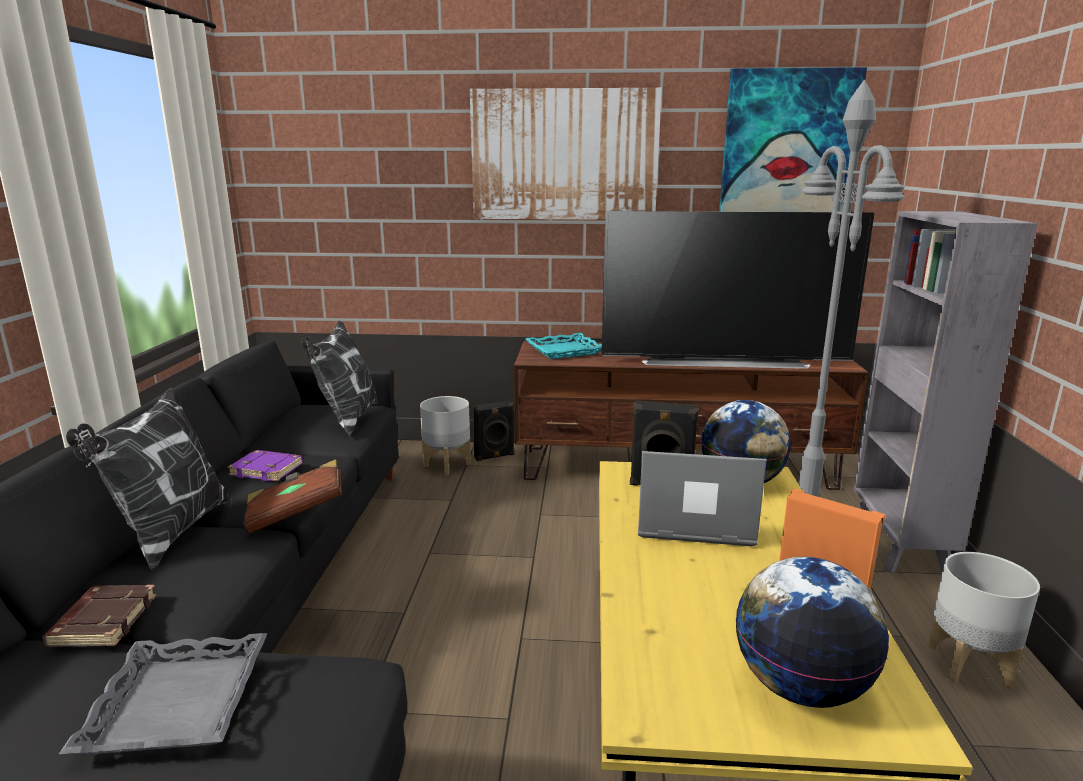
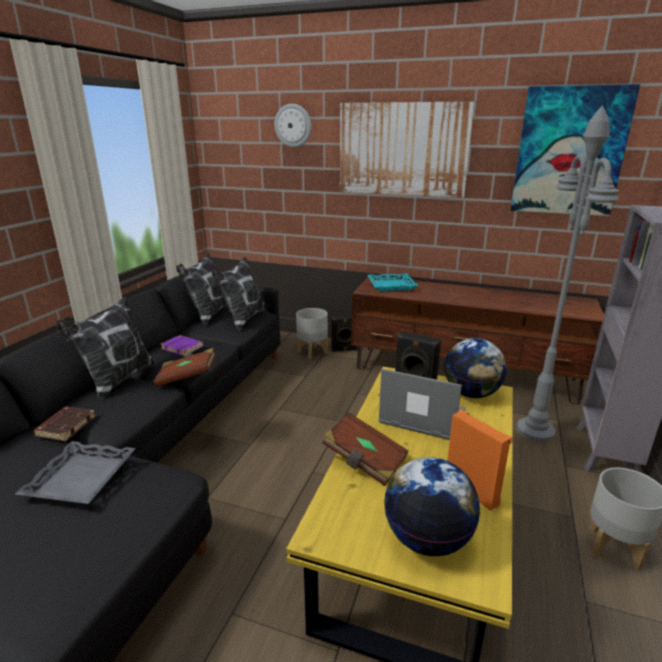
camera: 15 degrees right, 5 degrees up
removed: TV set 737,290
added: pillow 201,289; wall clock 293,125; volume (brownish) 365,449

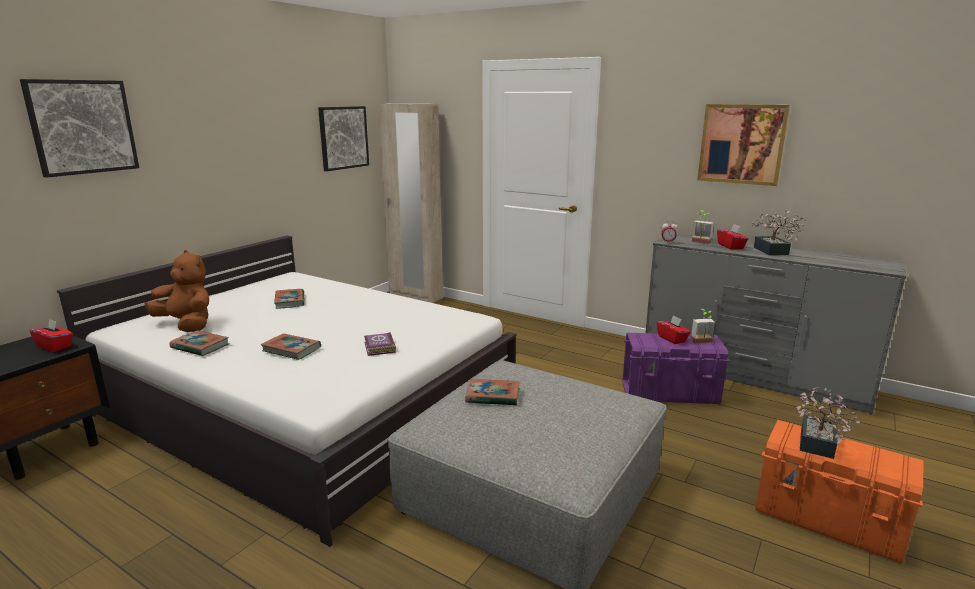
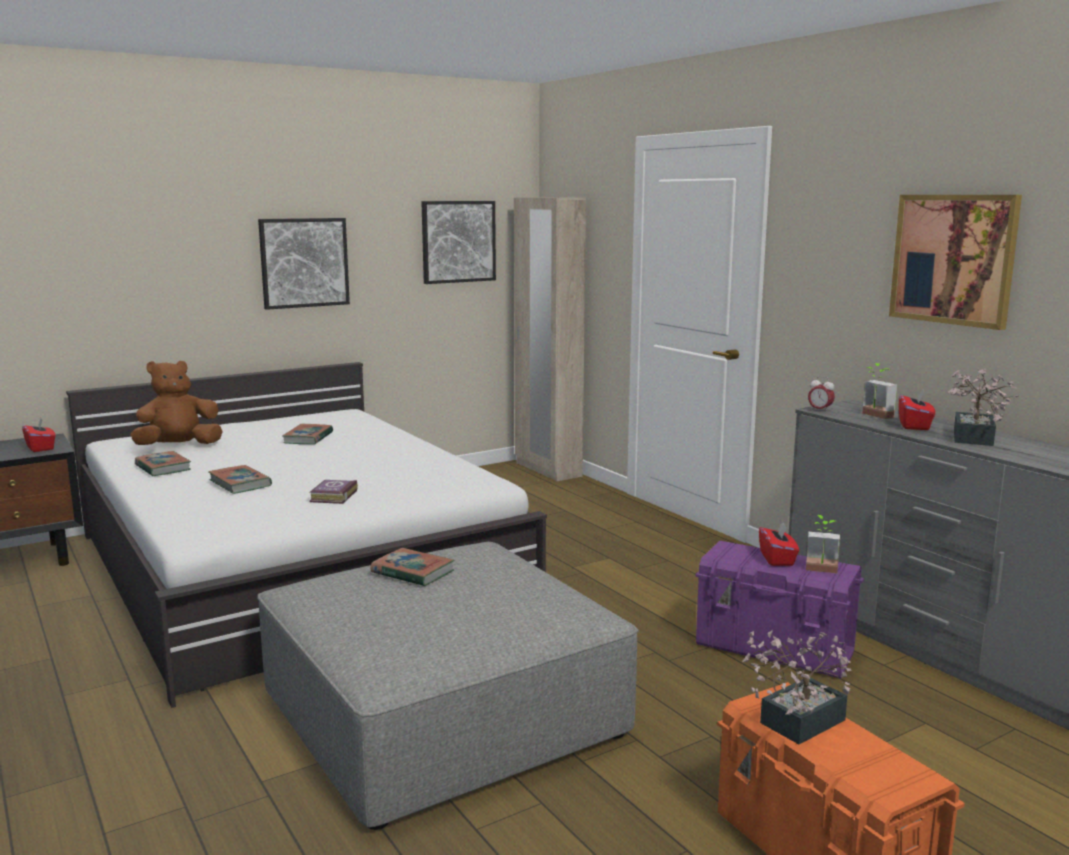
camera: 25 degrees right, 5 degrees down
moved: wall picture 79,128 to 304,264
turned: cuddly toy (brownish) 177,291 = 176,403 90 degrees counterclockwise

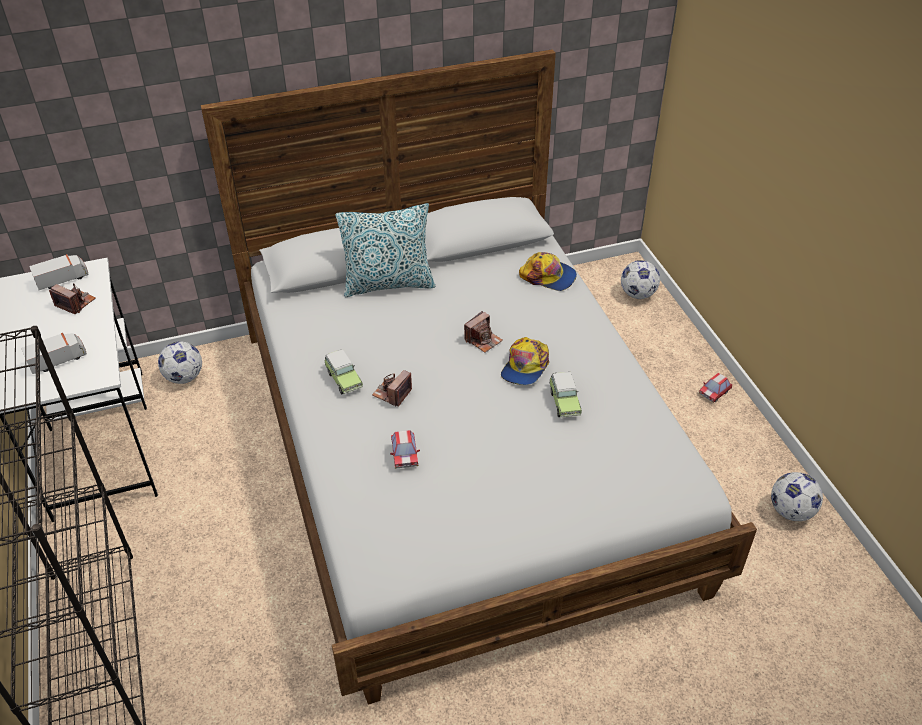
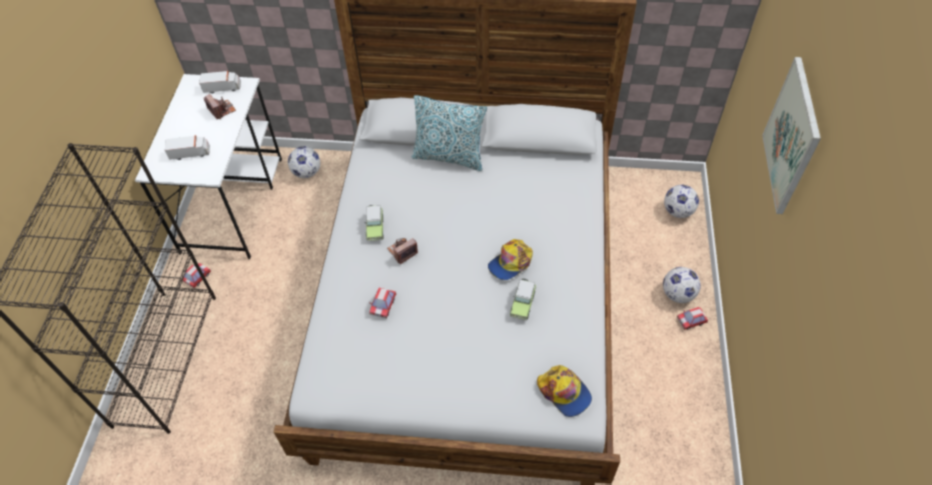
camera: 25 degrees right, 10 degrees up
removed: still camera 483,332
added: toy car 197,275; wall picture 791,135
moved: baseball cap 548,271 to 564,391; football ball 797,496 to 682,285

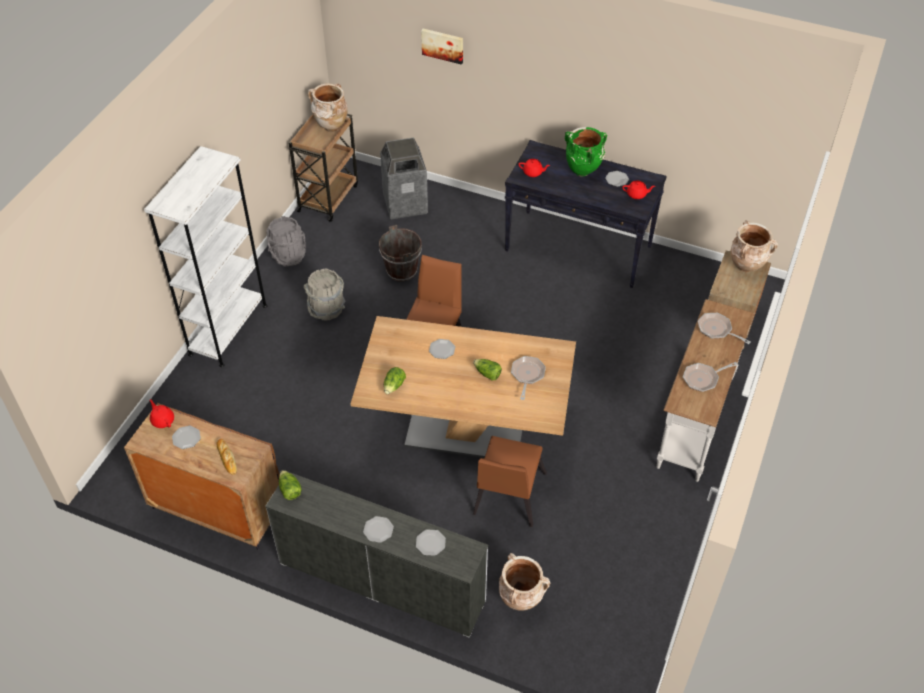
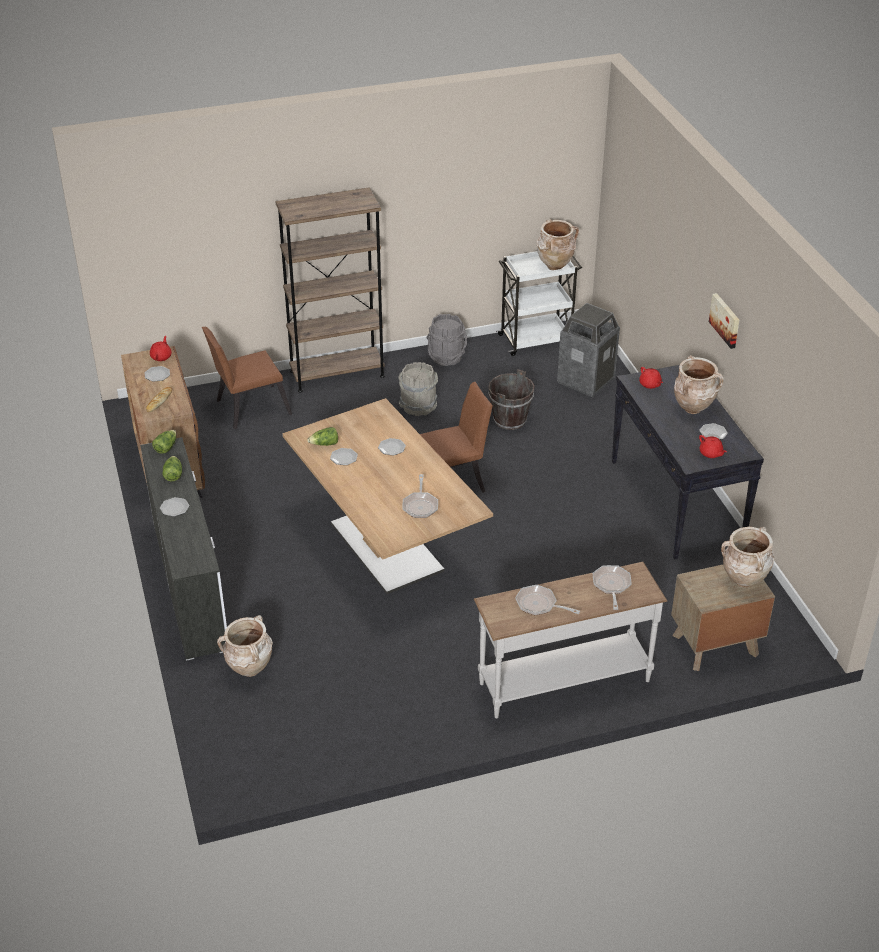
camera: 50 degrees right, 10 degrees down
moved: flat dish 431,542 to 344,456; wall picture 442,47 to 724,321; lettuce 487,369 to 172,468; chair (brownish) 510,481 to 247,378
recoloured: bookshelf (white-coloured) 205,256 to bookshelf (brownish) 330,290; trolley (brownish) 323,168 to trolley (white-coloured) 539,303; flower vase (green-coloured) 586,151 to flower vase (beige) 699,384
turned: skillet 528,378 = 420,496 120 degrees clockwise

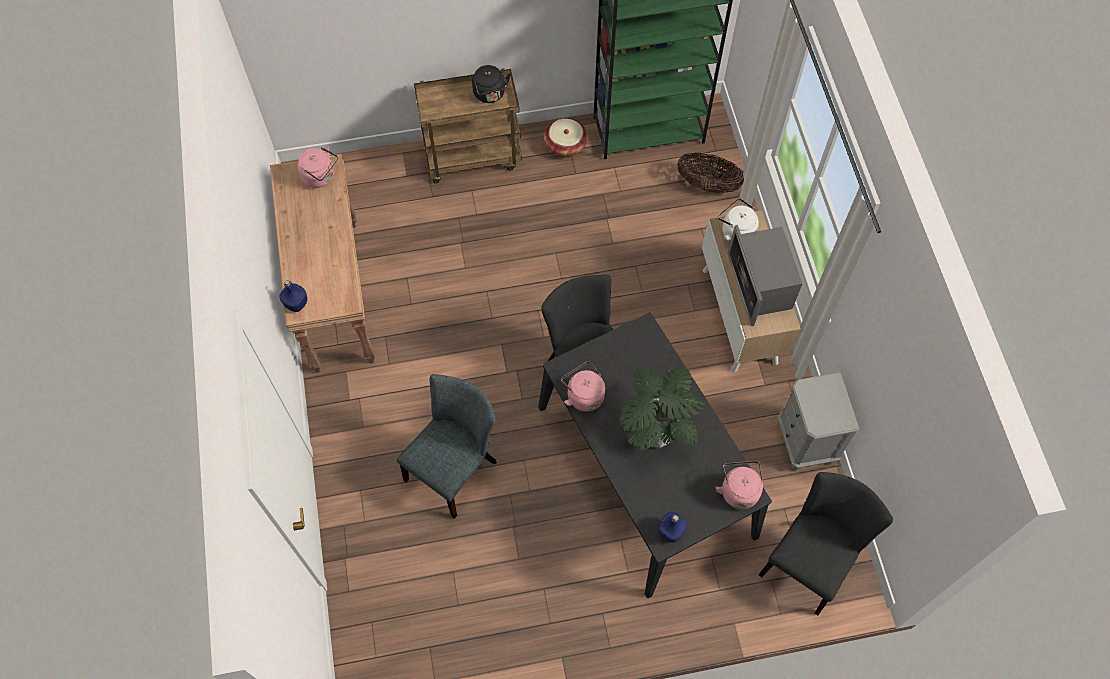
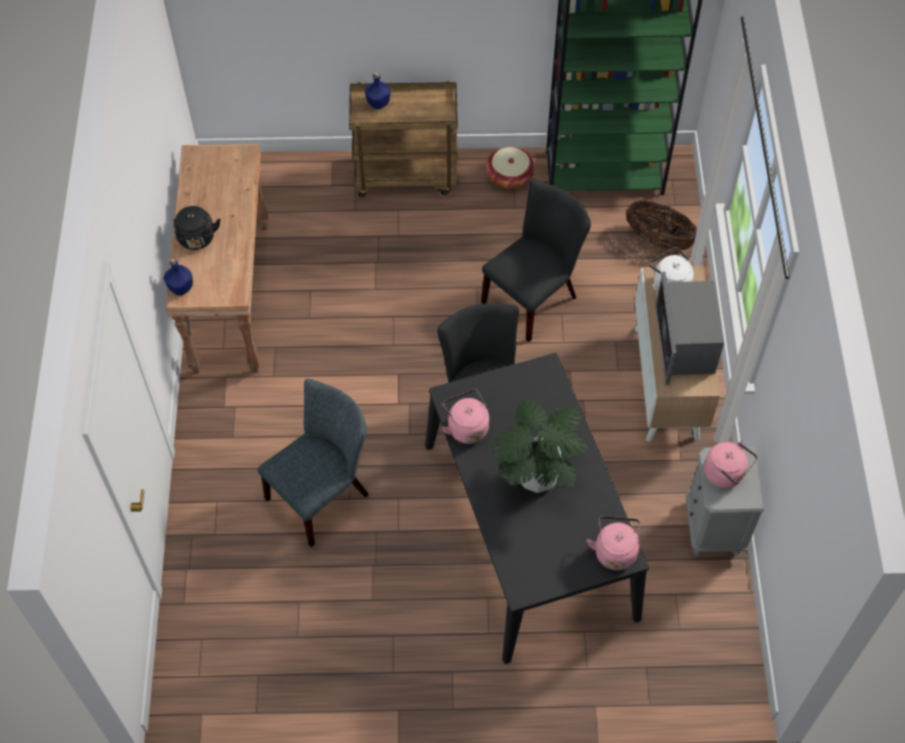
camera: 10 degrees right, 5 degrees down
moved: tea kettle (pink-coloured) 318,167 to 730,464; tea kettle (black-coloured) 491,84 to 197,228; drink bottle (blue-coloured) 672,527 to 377,90; chair (black-coloured) 826,543 to 536,260

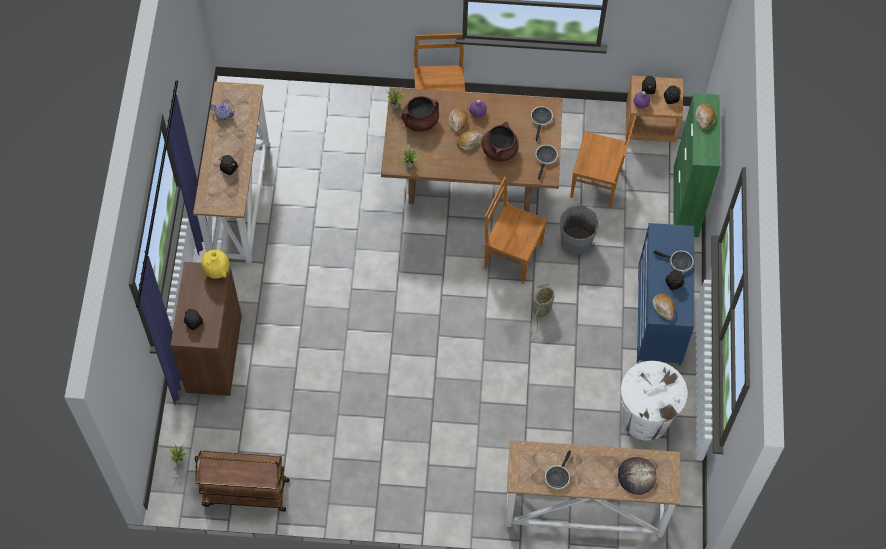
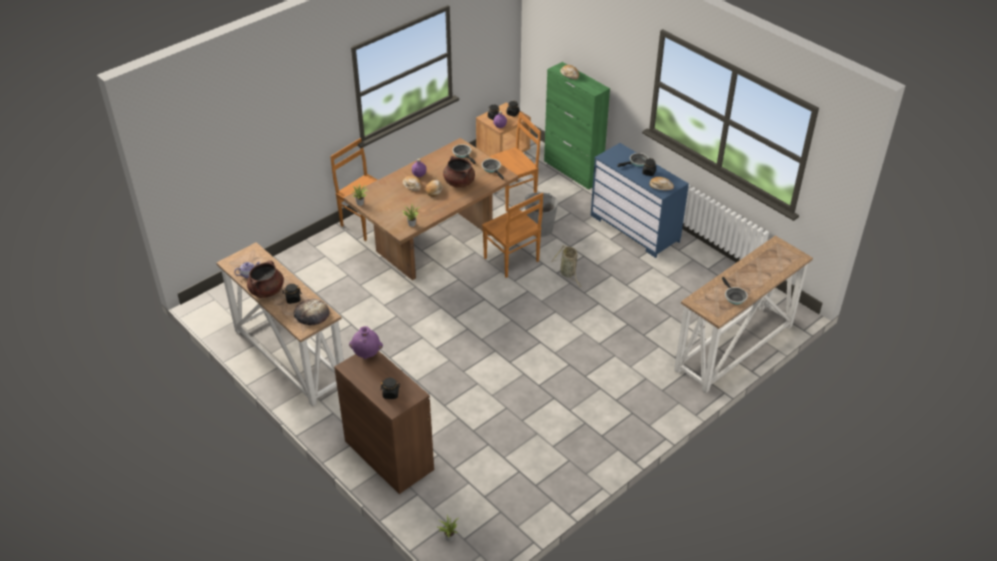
camera: 45 degrees left, 20 degrees down
removed: trolley (brownish) 242,481; waste bin (white-coloured) 654,401
moved: cooking pot (brownish) 420,114 to 265,279; bakery bread 637,476 to 311,312
recoloured: flower vase (yellowish) 215,264 to flower vase (purplish) 366,342
turned: chair (brownish) 515,230 = 512,235 105 degrees counterclockwise

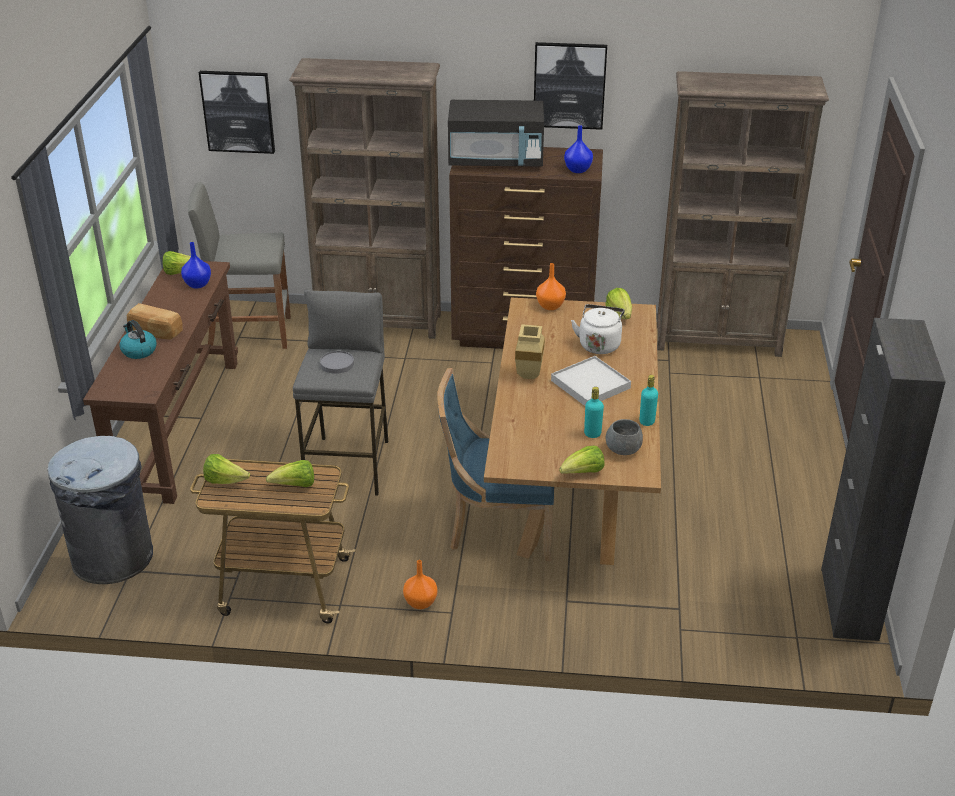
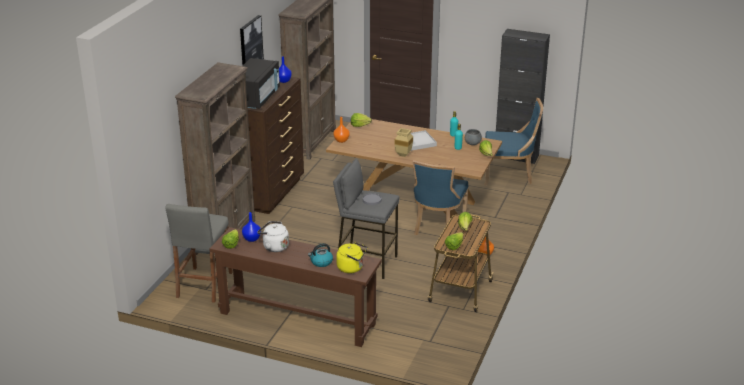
camera: 75 degrees left, 5 degrees down
removed: waste bin (grey) 100,510; bakery bread 155,321; wall picture 237,112
added: tea kettle (yellowish) 352,257; chair (blue-coloured) 514,141
moved: tea kettle (white-coloured) 598,329 to 273,236

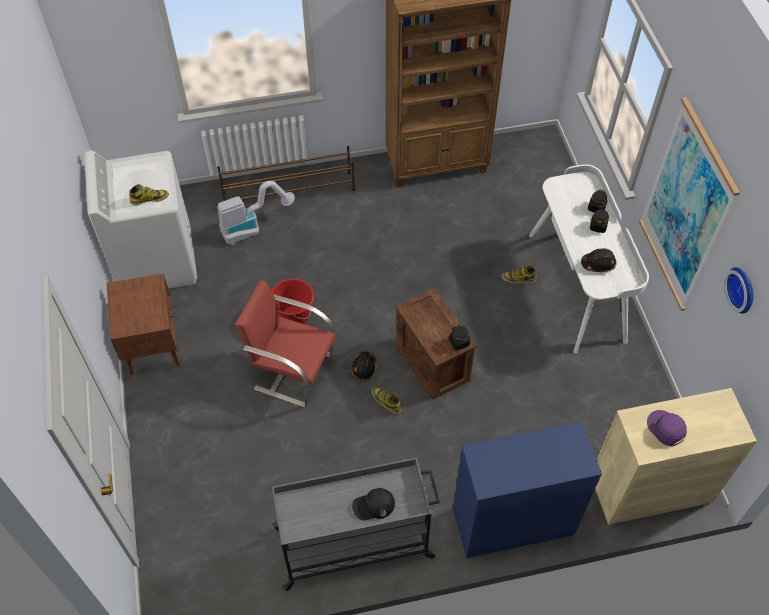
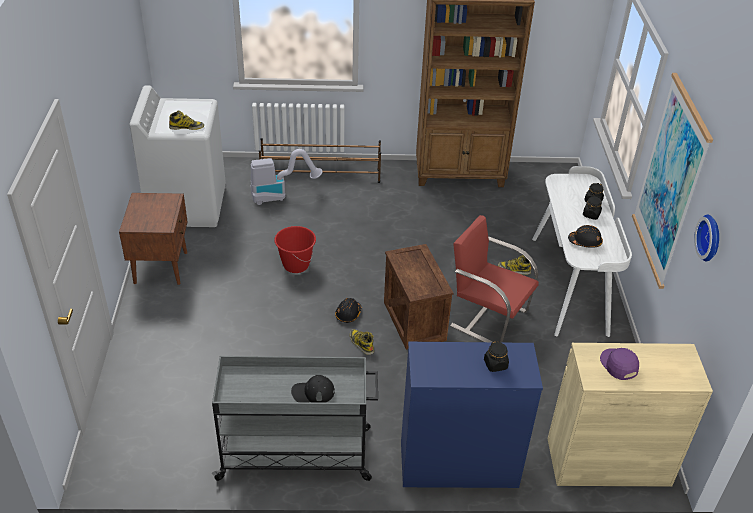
camera: 10 degrees right, 15 degrees down
moved: chair (reddish) 285,344 to 494,279; jar (black-coloured) 459,337 to 496,356

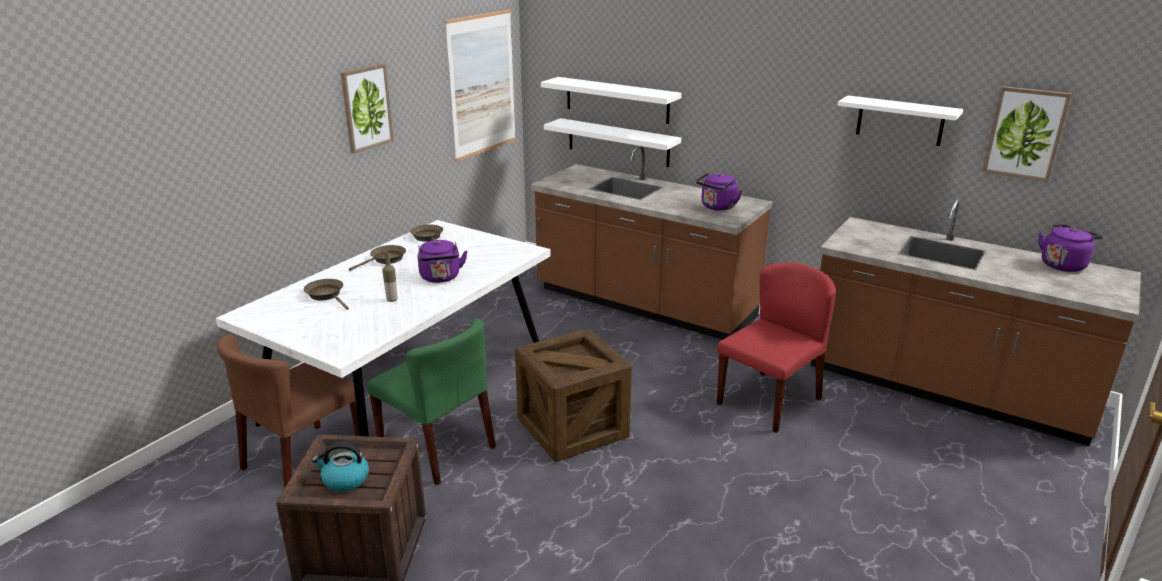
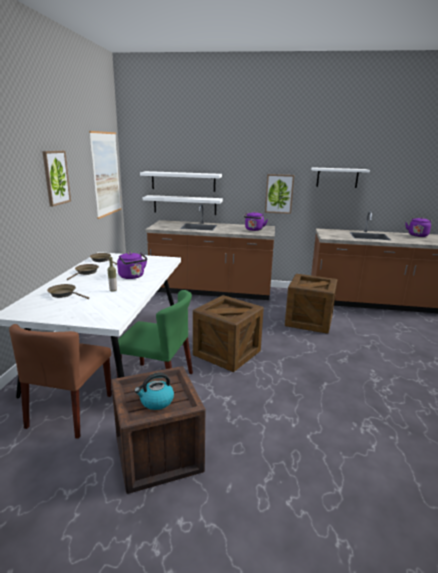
camera: 25 degrees left, 5 degrees down
moved: wall picture 1027,134 to 279,194
replaced: chair (reddish) 776,348 to crate 311,304

